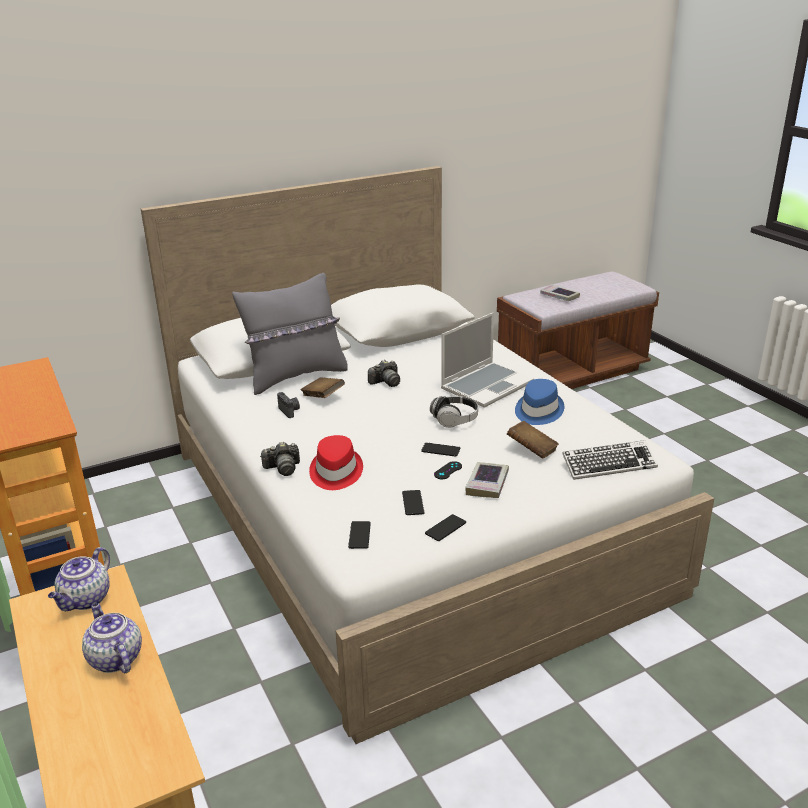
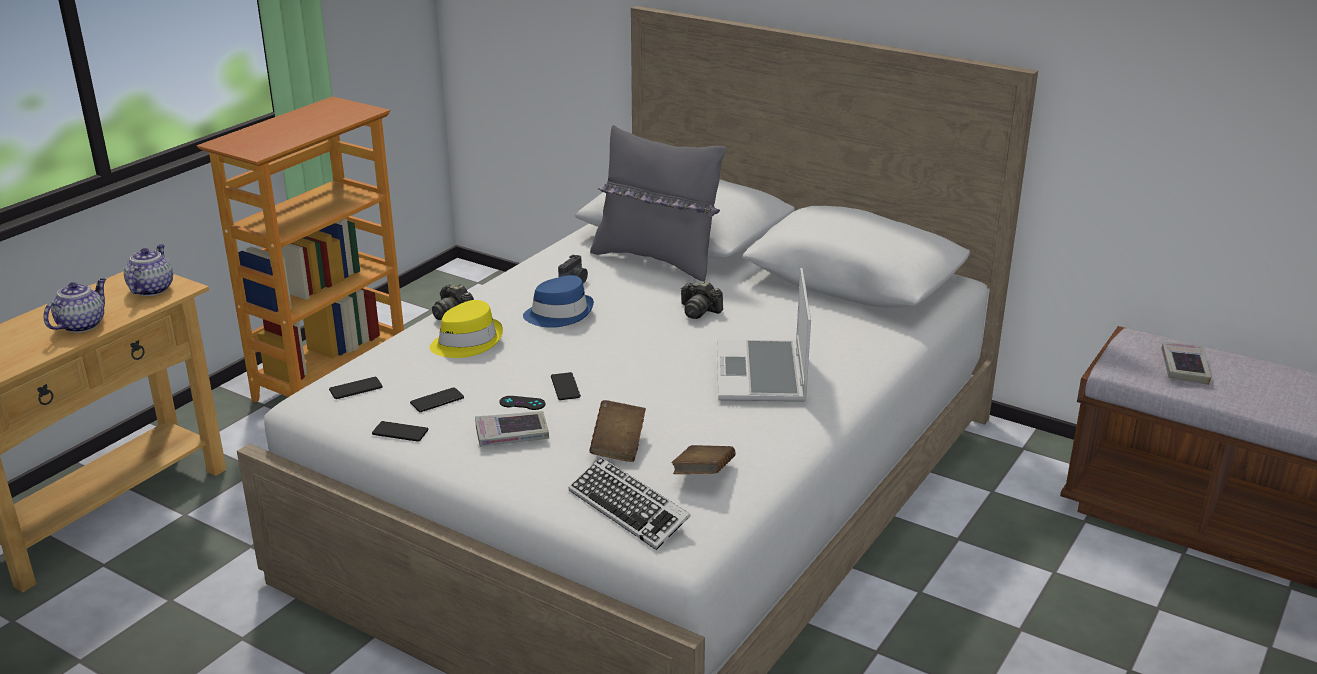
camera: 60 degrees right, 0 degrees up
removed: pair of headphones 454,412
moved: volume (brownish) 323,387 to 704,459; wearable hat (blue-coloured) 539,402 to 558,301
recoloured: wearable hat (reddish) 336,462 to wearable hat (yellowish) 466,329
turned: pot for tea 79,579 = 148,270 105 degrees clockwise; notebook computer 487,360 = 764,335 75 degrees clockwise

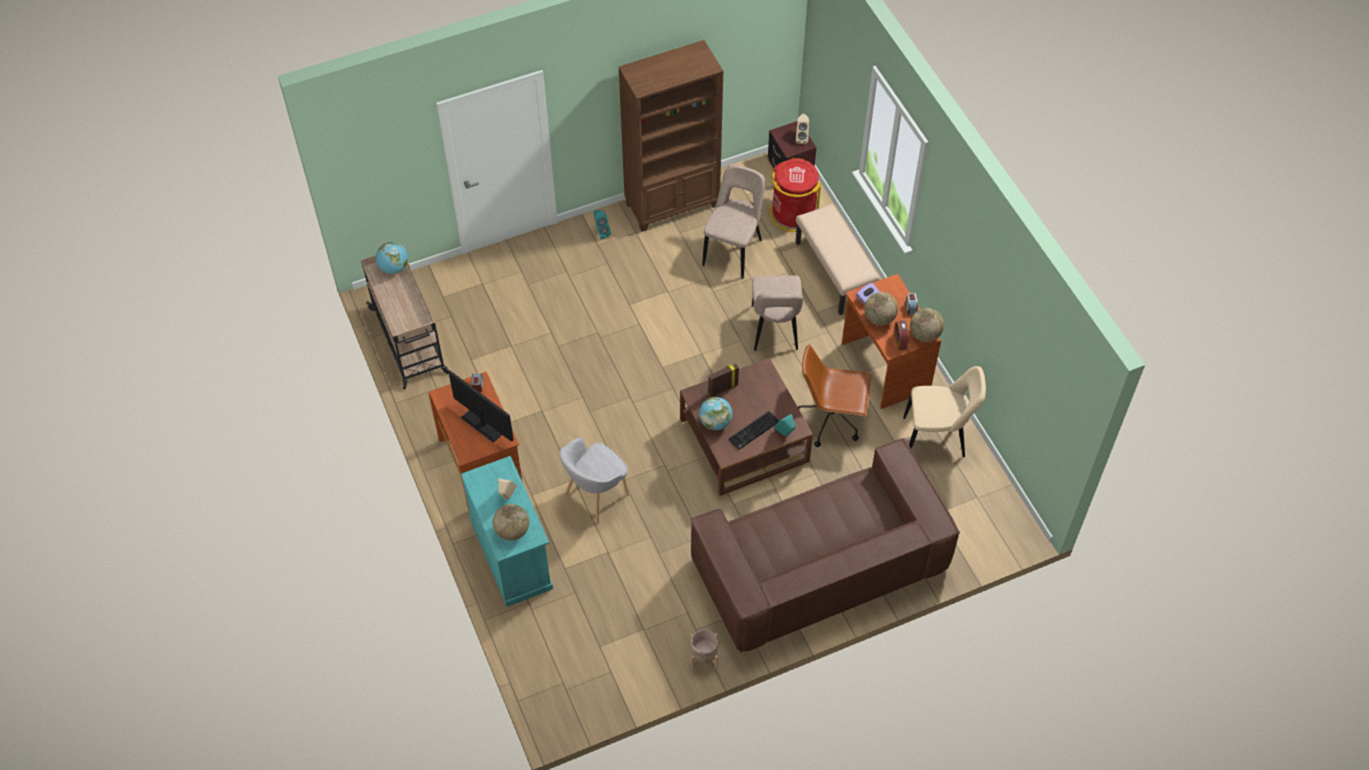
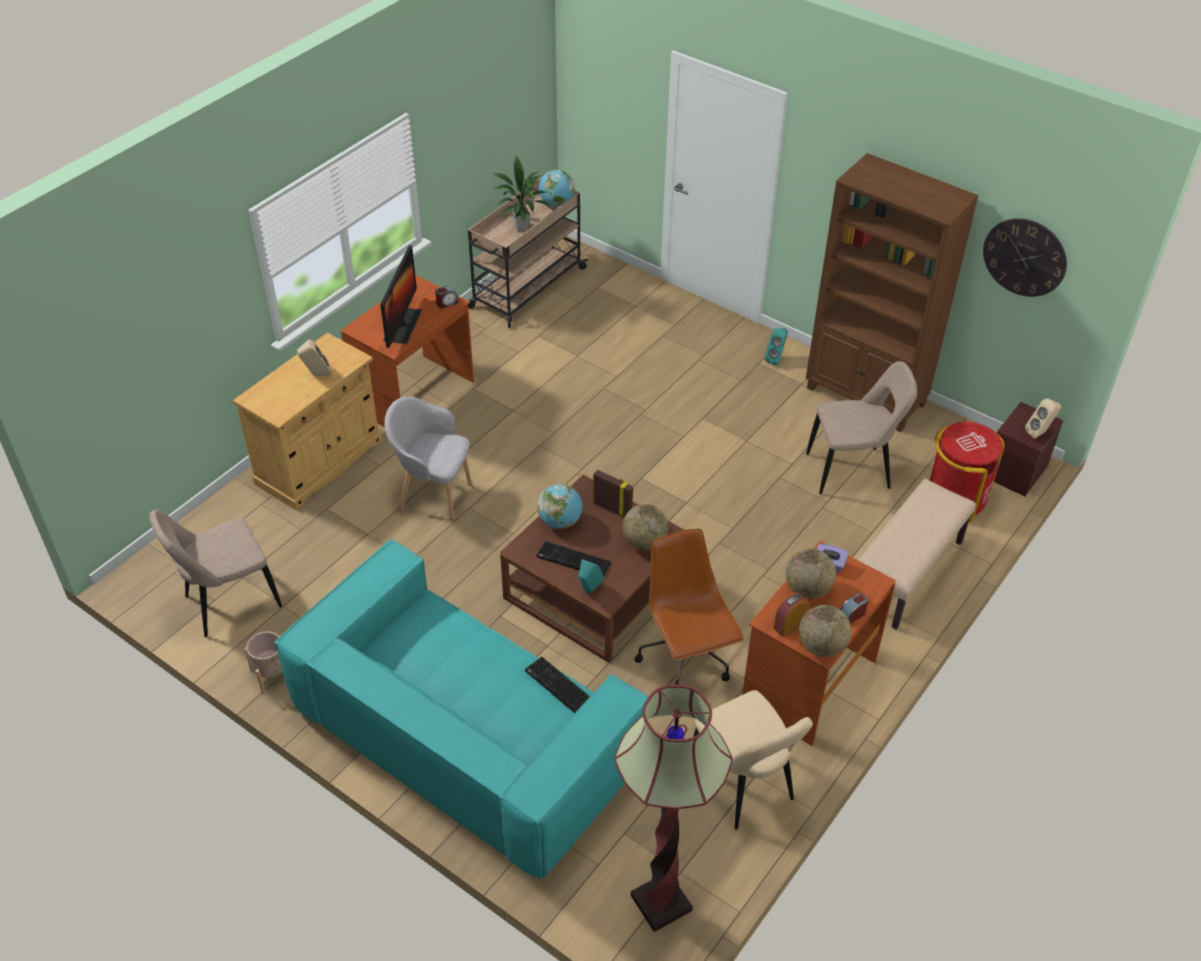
camera: 60 degrees right, 10 degrees down
added: potted plant 522,193; computer keyboard 557,685; standing lamp 674,808; wall clock 1025,257
moved: globe 511,522 to 645,527; chair (beige) 777,313 to 215,573
recoloured: cabinet (turquoise) 507,531 to cabinet (beige) 308,421; settee (brownish) 825,545 to settee (turquoise) 461,709

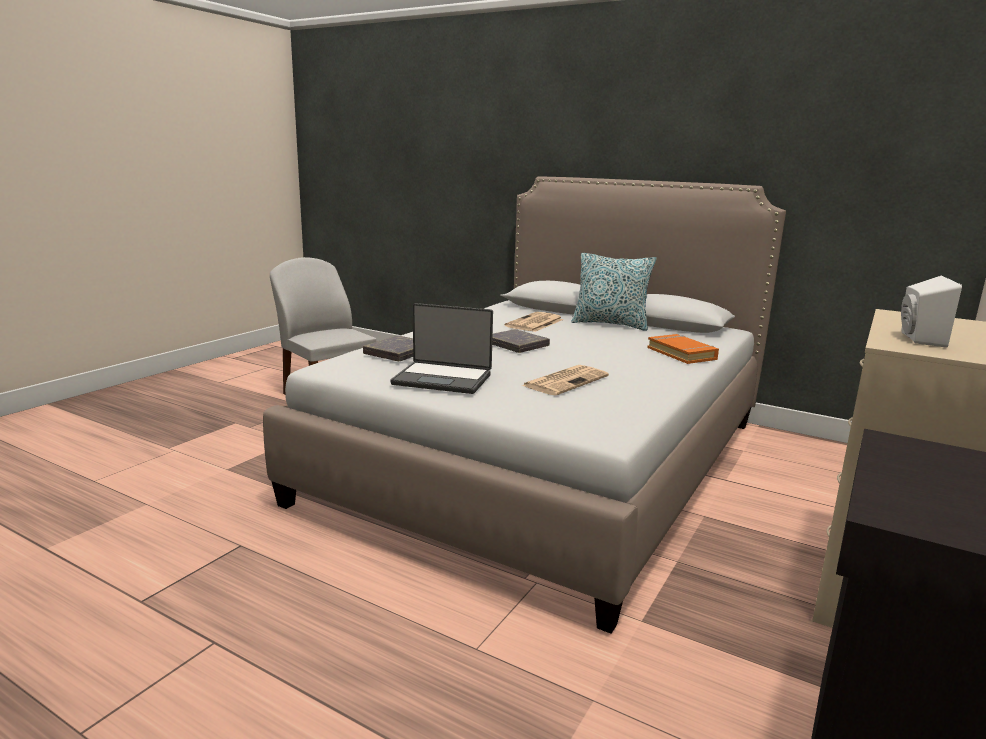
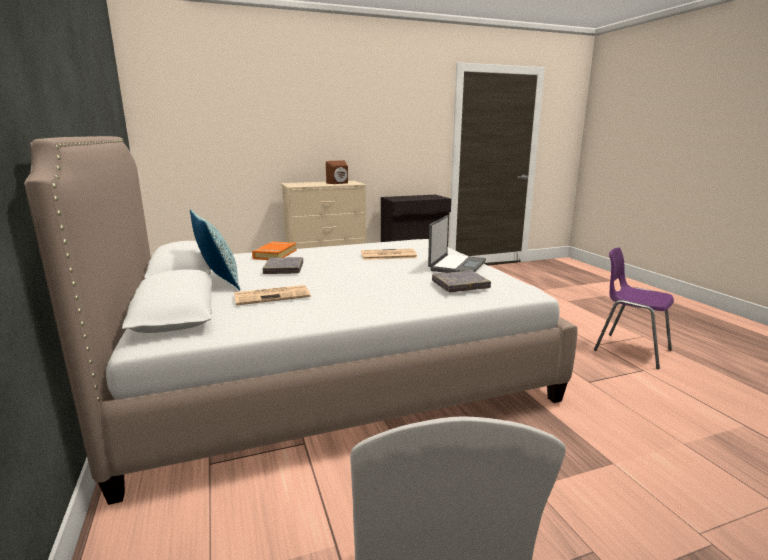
camera: 140 degrees left, 0 degrees up
added: chair (purplish) 634,308
moved: volume (grey) 521,341 to 282,265
recoloured: speaker (white-coloured) 931,312 to speaker (brownish) 337,172
turned: notebook computer 442,348 = 457,244 60 degrees clockwise

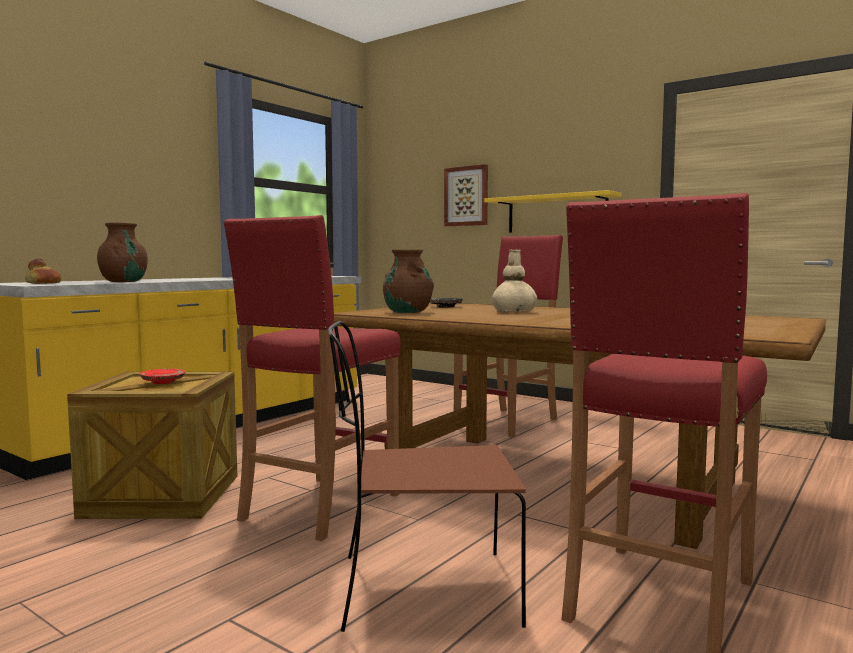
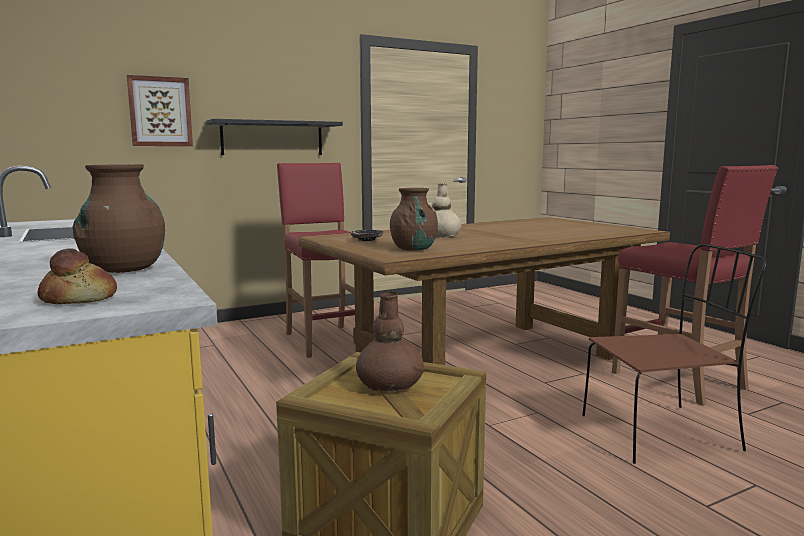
camera: 65 degrees left, 5 degrees up
removed: stool (reddish) 312,378
replaced: flat dish (reddish) 162,376 to flower vase (brownish) 390,342
recoloured: shelf (yellowish) 553,211 to shelf (black-coloured) 274,137
turned: chair (brownish) 427,476 = 674,354 120 degrees counterclockwise

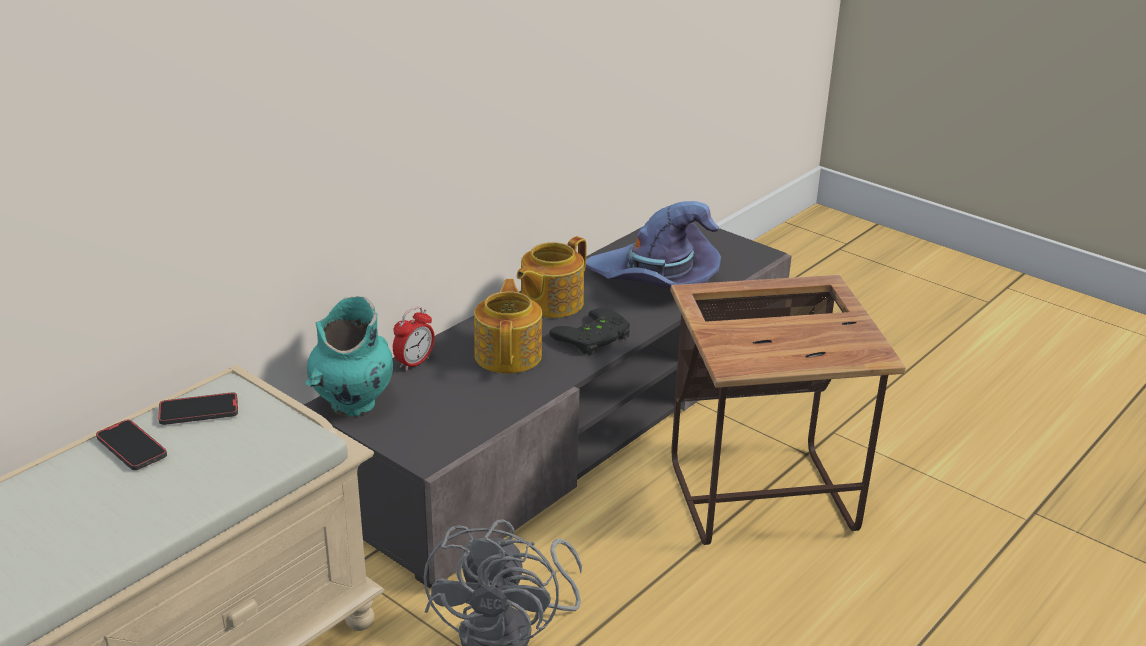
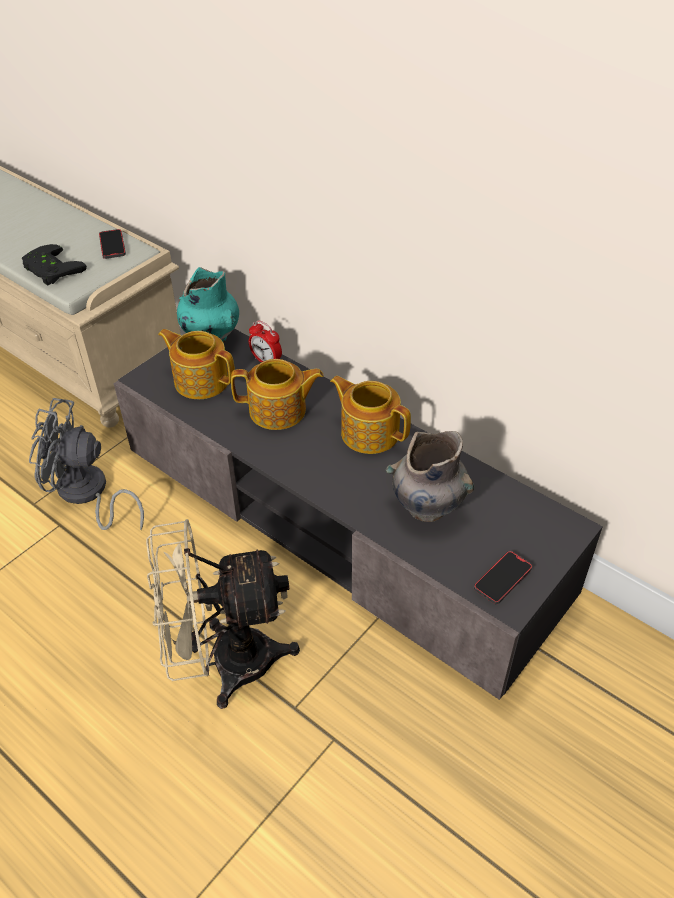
camera: 90 degrees right, 15 degrees up
added: pot for tea 196,364
moved: telephone 131,445 to 503,577; joypad (black-coloured) 589,332 to 54,265
replaced: wearable hat (purplish) 653,245 to flower vase (grey) 429,476; side table 788,410 to fan (beige) 223,614

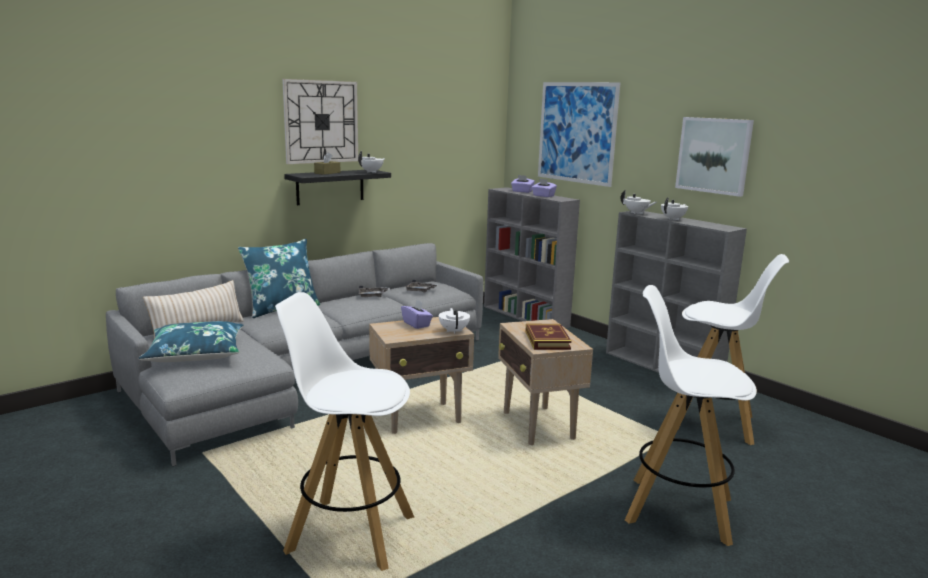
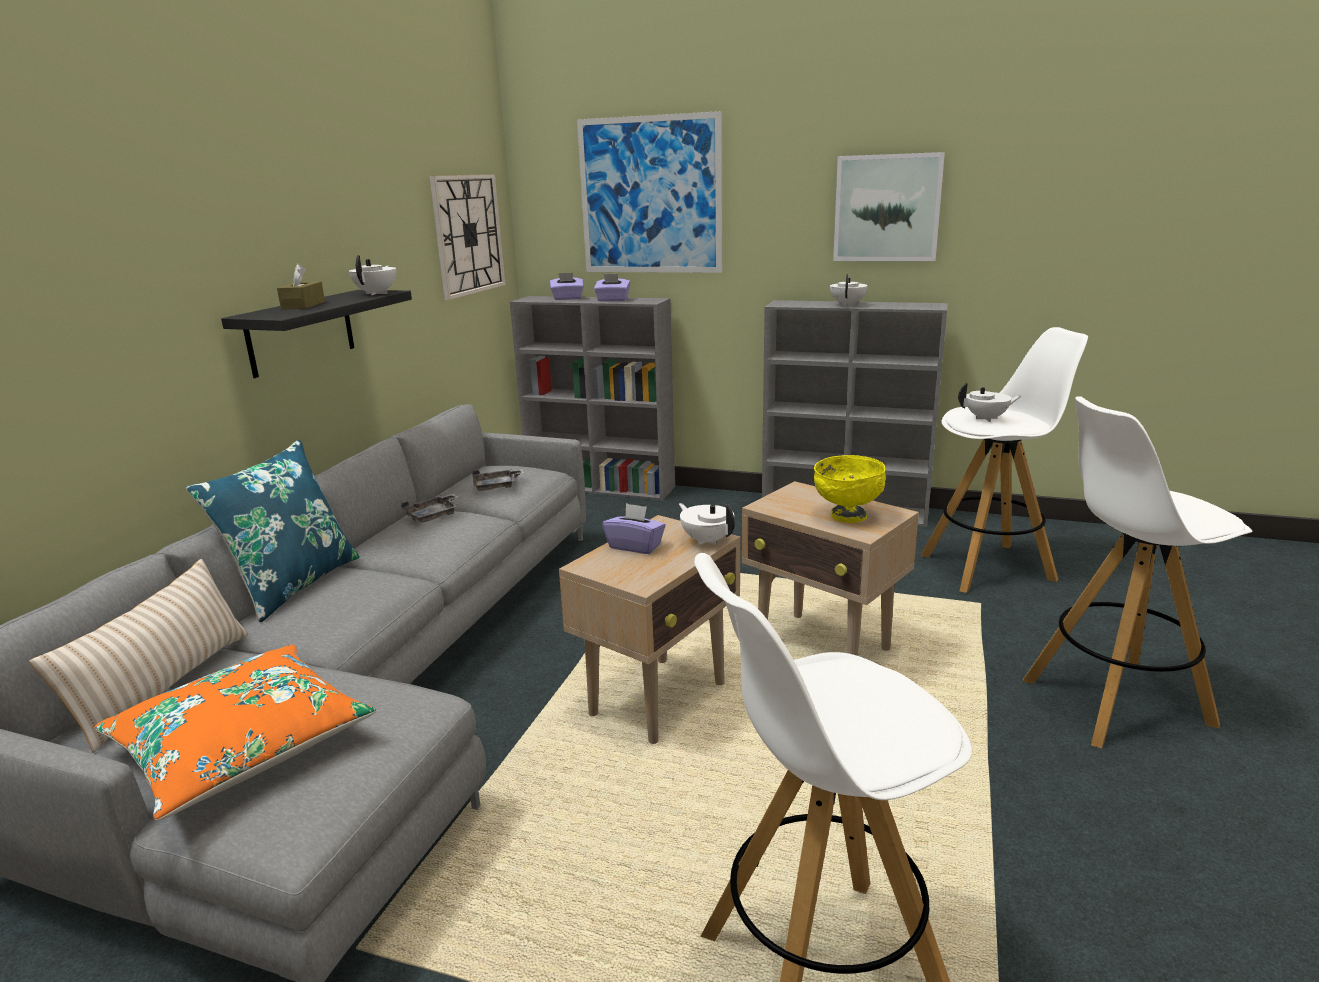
camera: 30 degrees left, 5 degrees up
moved: wall clock 320,121 to 467,237; pot for tea (white-coloured) 639,202 to 989,402
replaced: volume 548,337 to serving bowl (yellowish) 850,489
recoloured: pillow (blue-coloured) 191,341 to pillow (orange) 235,732

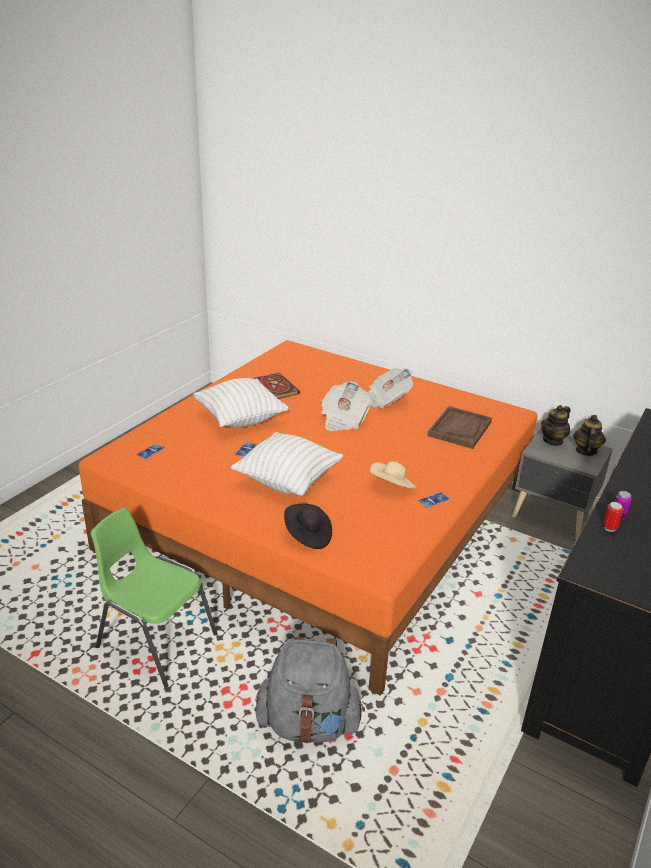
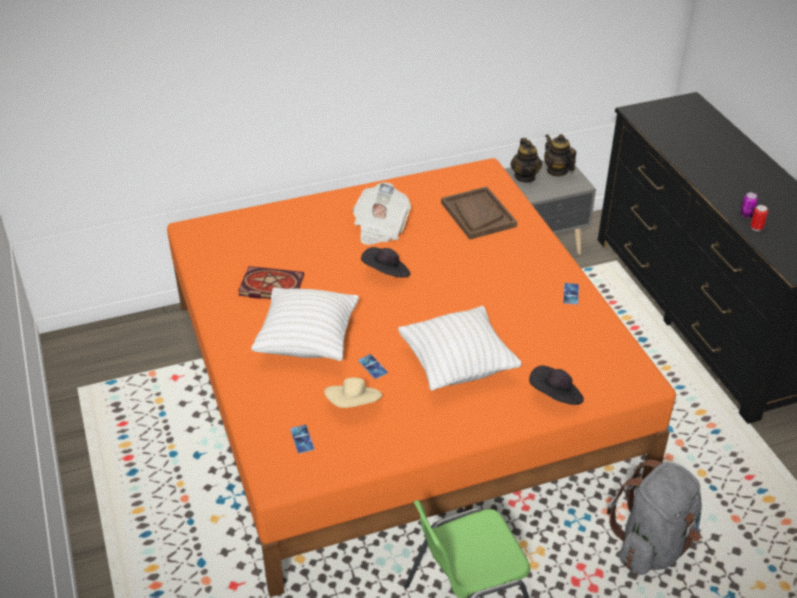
camera: 50 degrees left, 10 degrees up
moved: wearable hat (beige) 393,475 to 353,392
replaced: newspaper 346,406 to wearable hat (black-coloured) 386,262

